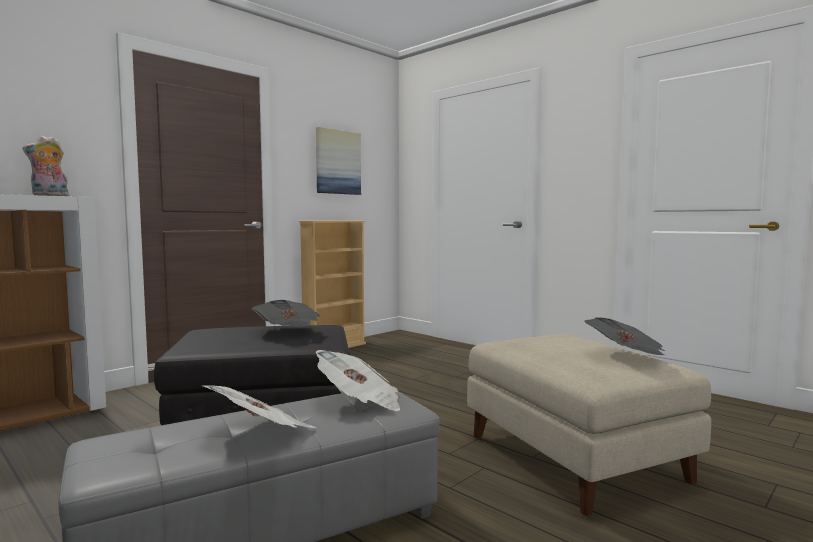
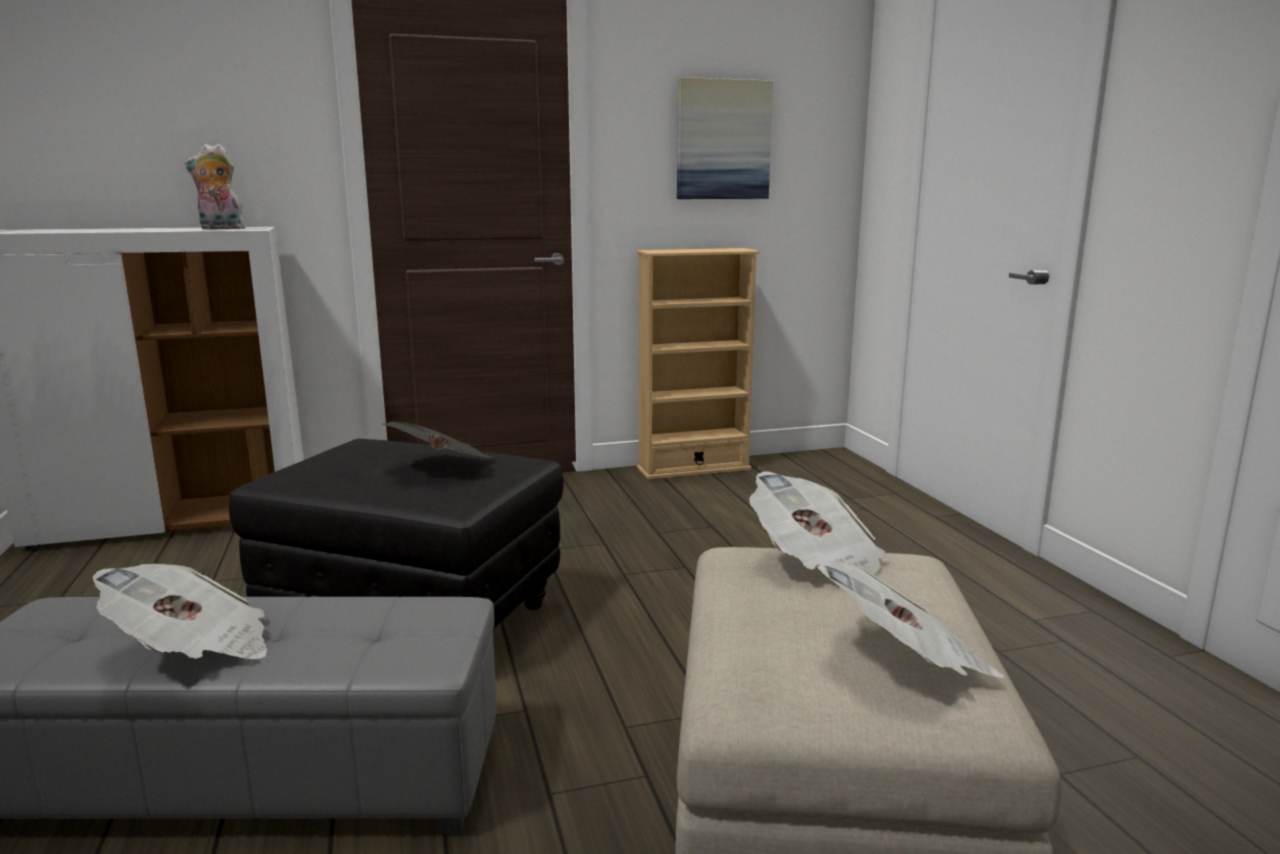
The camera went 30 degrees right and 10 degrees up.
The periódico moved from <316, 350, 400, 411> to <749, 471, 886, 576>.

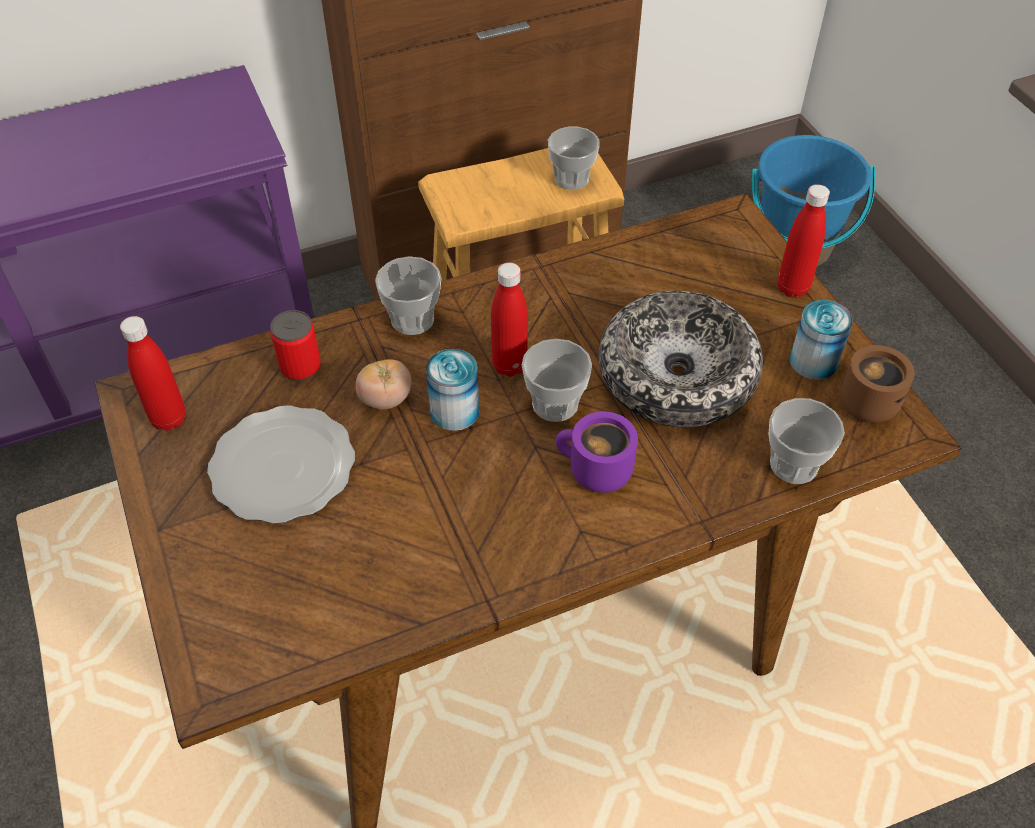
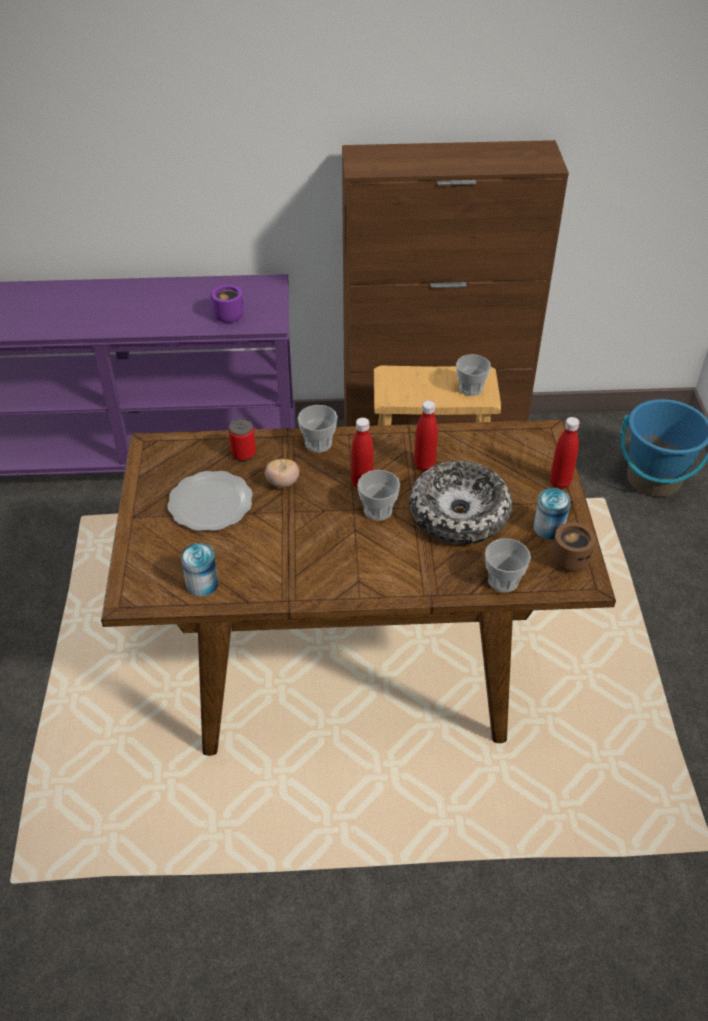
The camera went 20 degrees right and 5 degrees down.
The botella (rojo) moved from <120, 316, 186, 431> to <414, 400, 438, 472>.
The lata moved from <426, 349, 480, 431> to <181, 543, 219, 597>.
The taza grande (morado) moved from <556, 411, 638, 493> to <211, 285, 244, 323>.

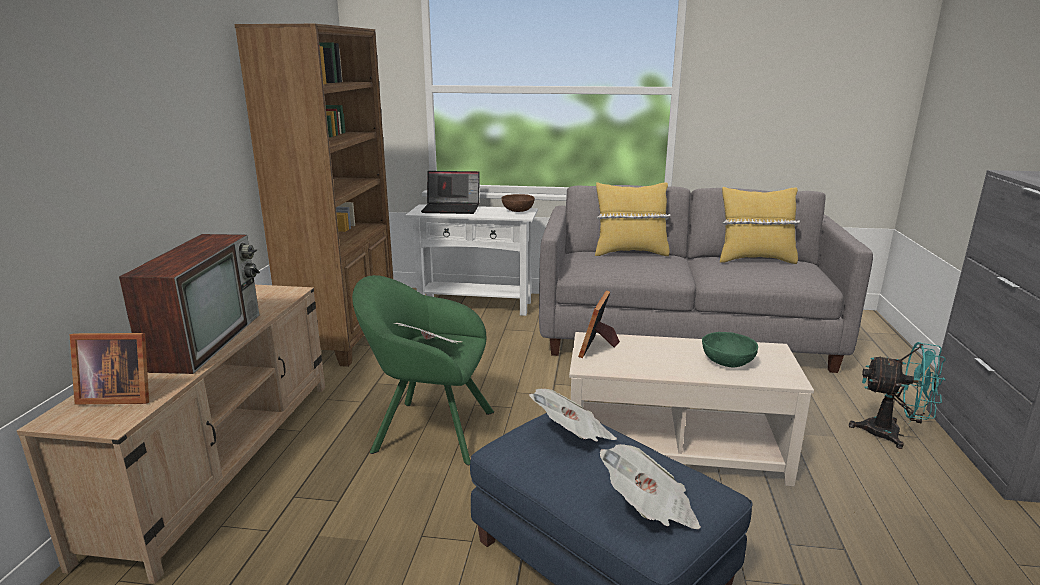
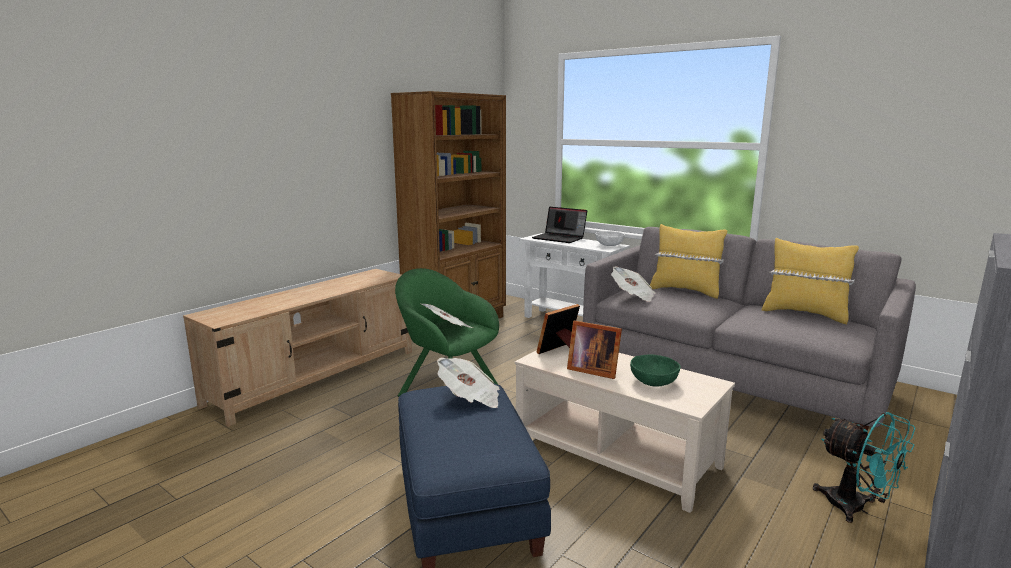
The camera went 30 degrees right and 5 degrees down.
The cuenco (marrón) at <501, 194, 535, 212> became the cuenco (blanco) at <595, 231, 625, 246>.
The televisor at <119, 234, 260, 374> disappeared.
The portarretratos moved from <70, 333, 149, 404> to <567, 321, 622, 379>.
The periódico moved from <600, 444, 701, 529> to <611, 266, 656, 302>.

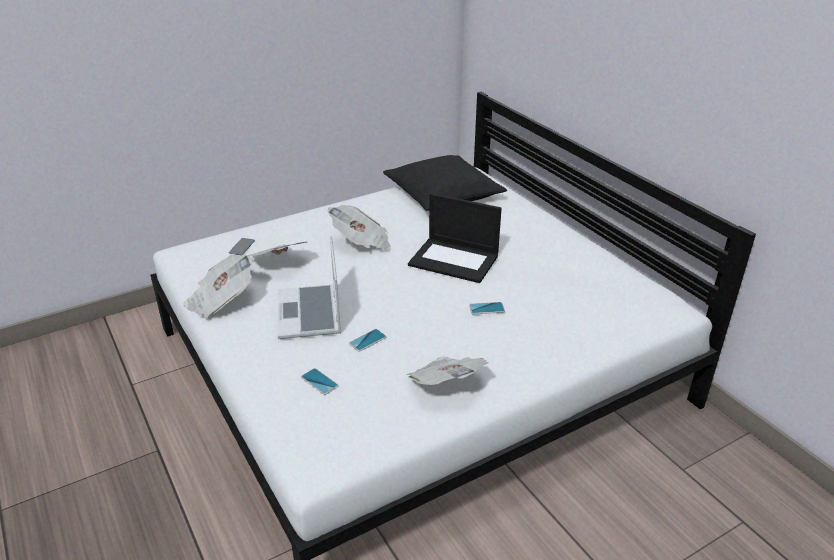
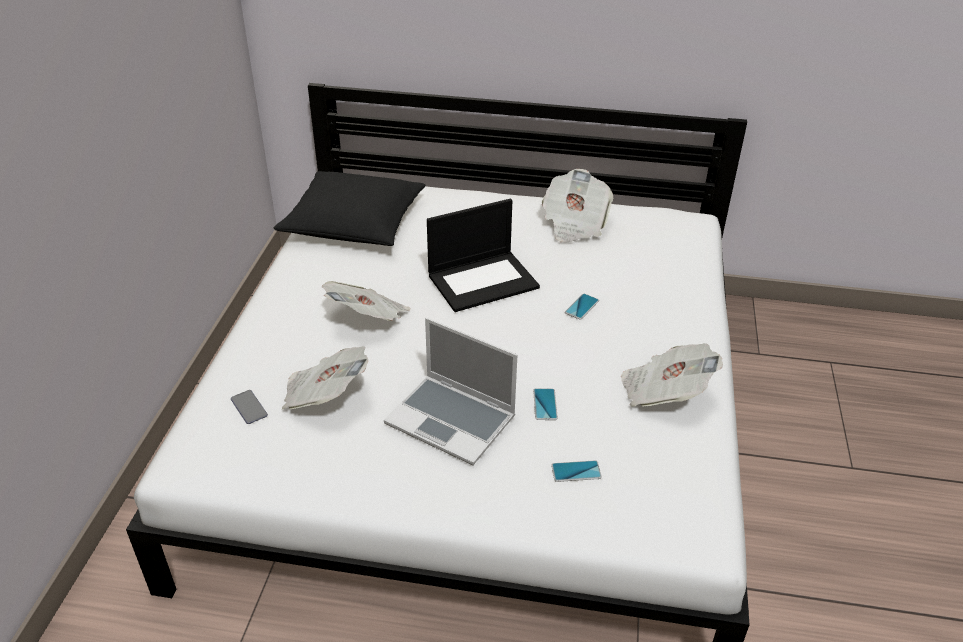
The camera went 50 degrees left and 5 degrees up.
The periódico moved from <183, 254, 253, 318> to <542, 169, 614, 242>.

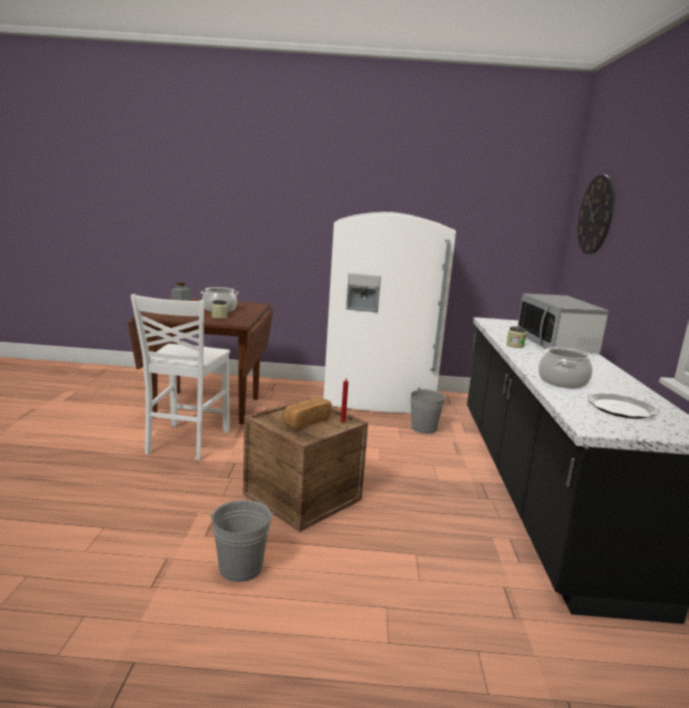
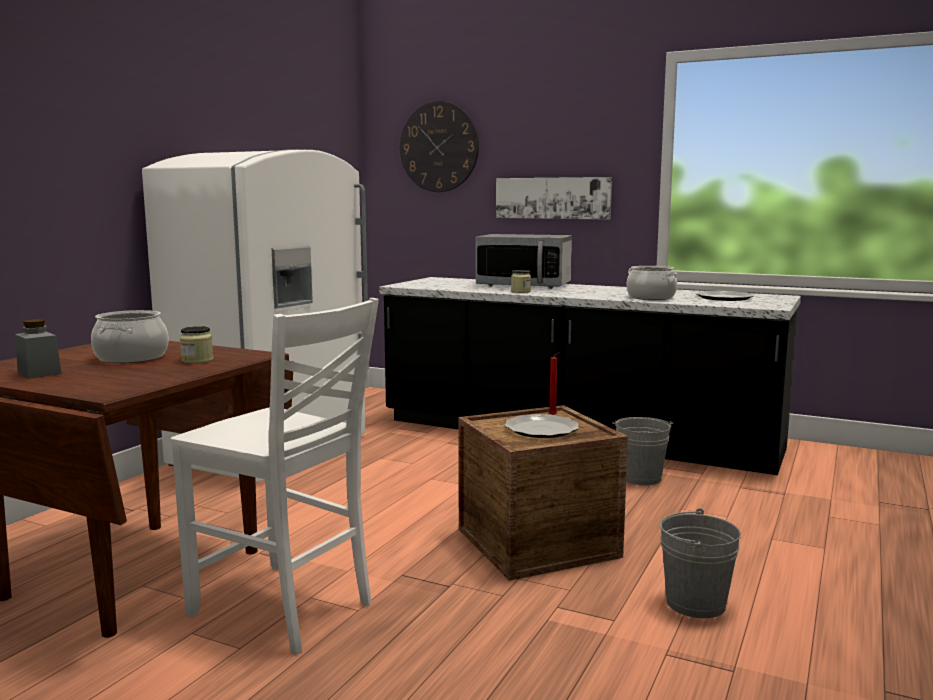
The camera went 65 degrees left and 5 degrees down.
The cubo (gris) moved from <410, 387, 445, 434> to <612, 417, 673, 485>.
The pan at <283, 397, 332, 429> was replaced by the plato at <505, 414, 579, 438>.
The cuadro at <496, 177, 612, 220> appeared.

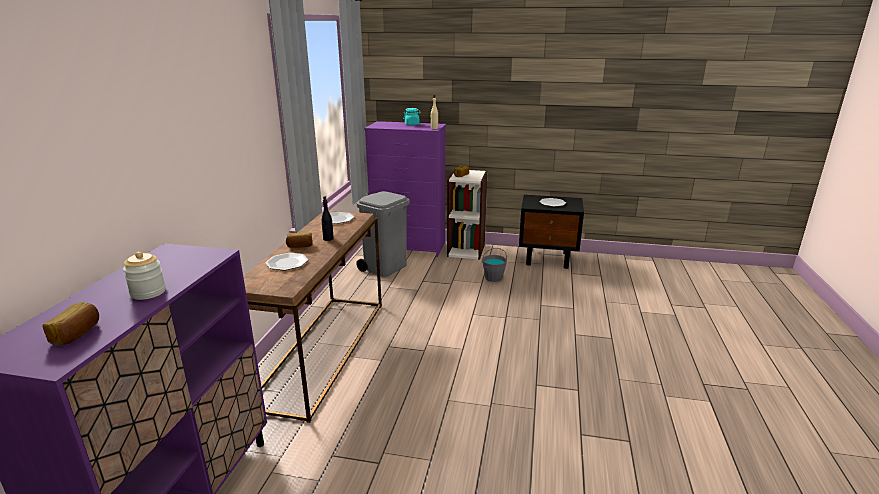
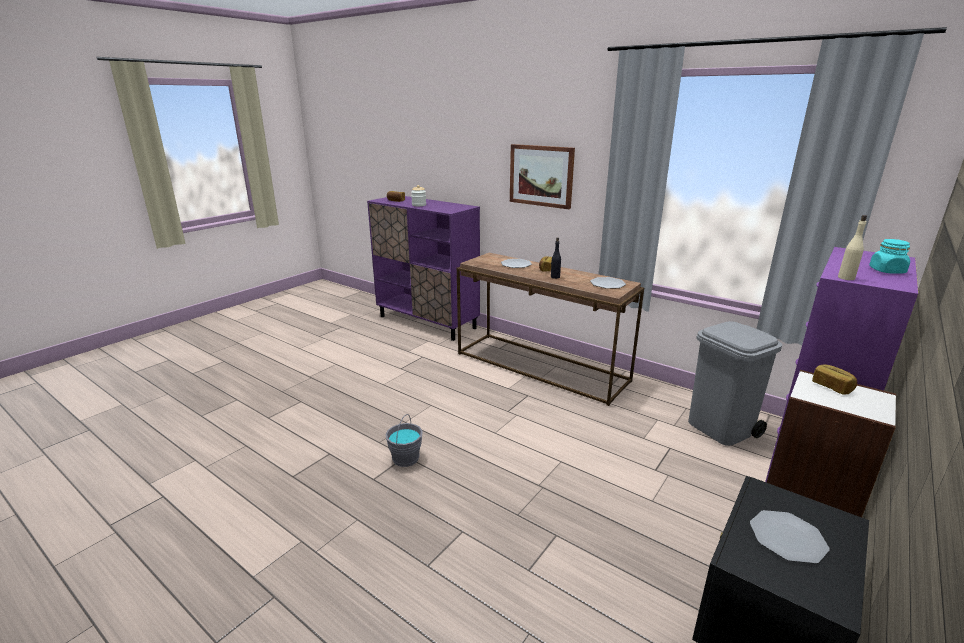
The camera went 115 degrees right and 0 degrees up.
The cubo (gris) moved from <482, 248, 507, 282> to <385, 414, 422, 467>.
The cuadro at <510, 144, 575, 209> appeared.

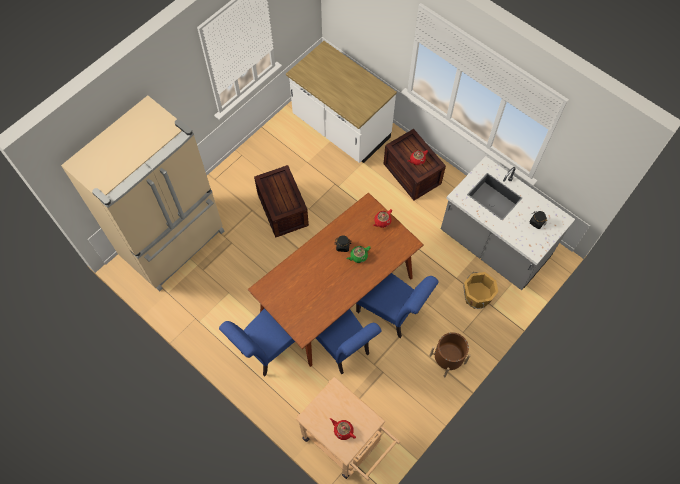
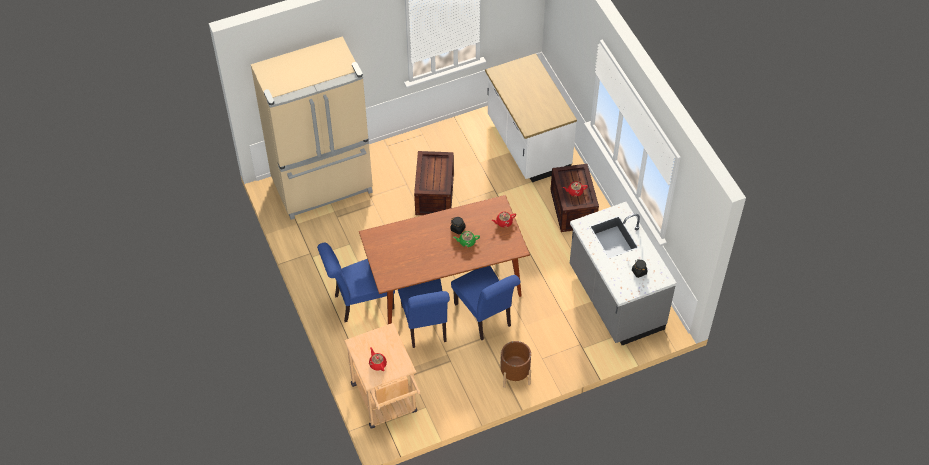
The camera went 25 degrees right and 10 degrees down.
The cubo (naranja) at <463, 272, 498, 309> disappeared.

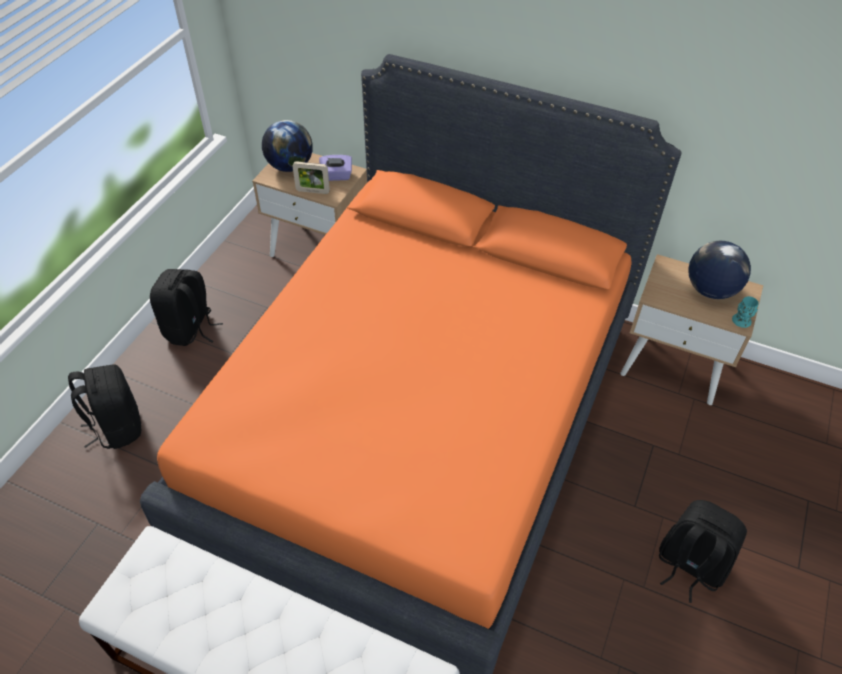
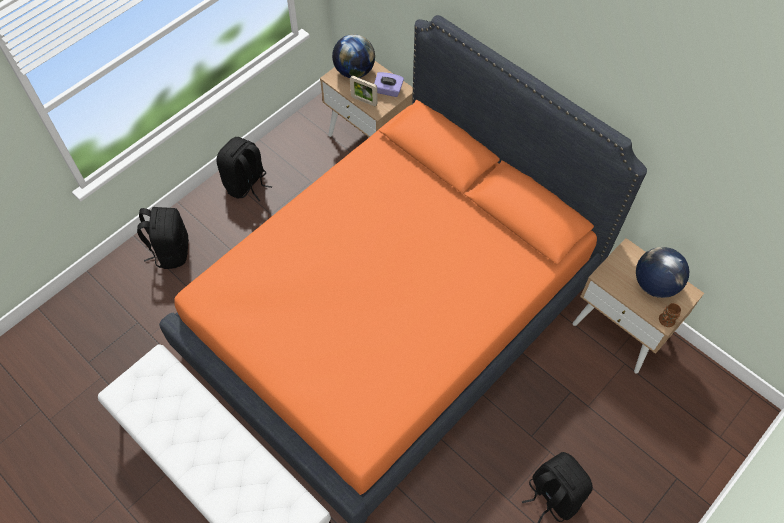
The camera went 20 degrees right and 10 degrees up.
The taza grande (turquesa) at <732, 296, 759, 328> became the taza grande (marrón) at <659, 303, 681, 327>.

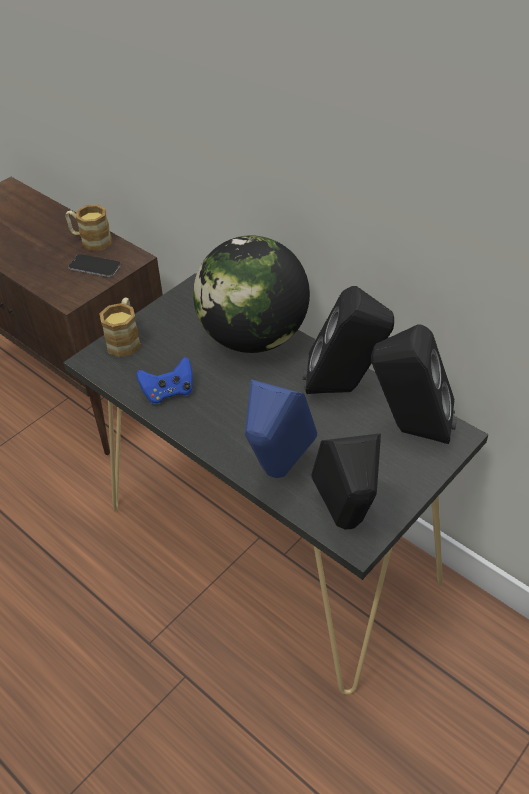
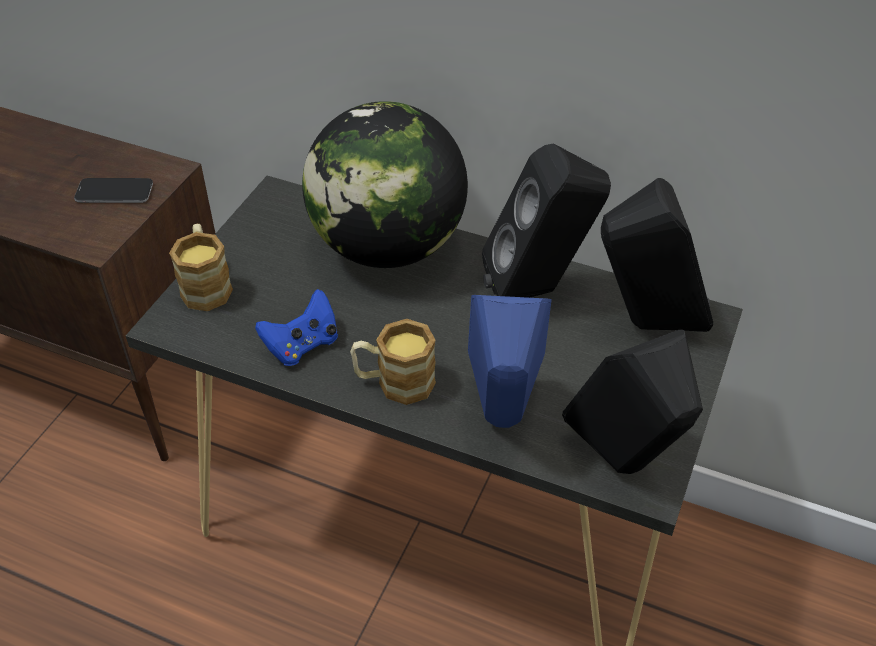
The camera went 20 degrees left and 0 degrees up.
The taza grande moved from <66, 204, 112, 251> to <350, 319, 436, 405>.

